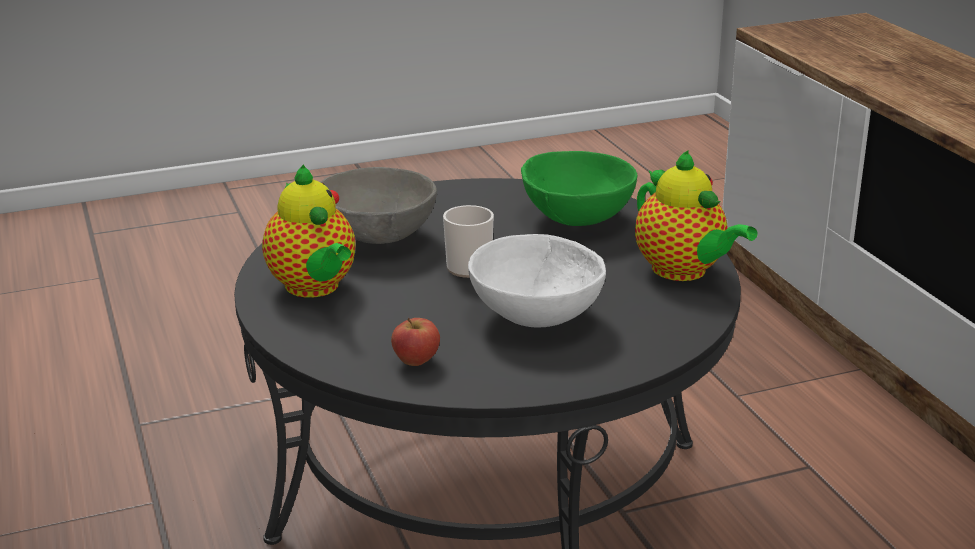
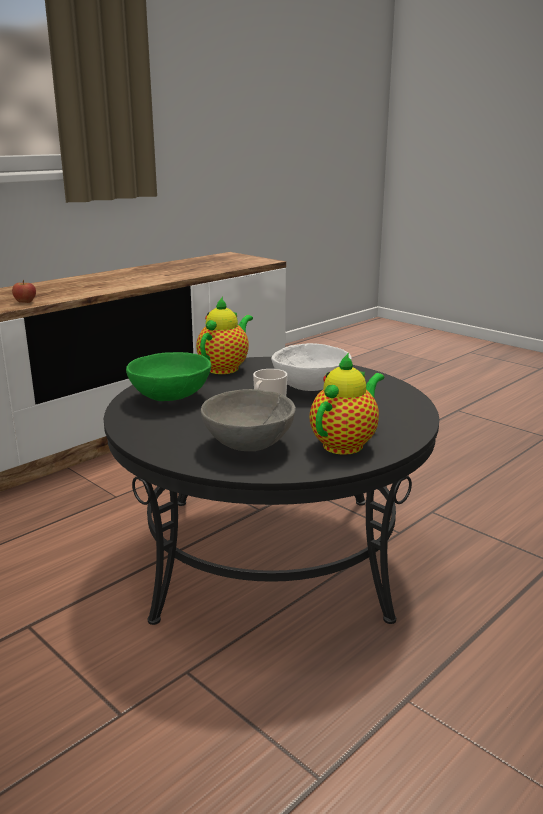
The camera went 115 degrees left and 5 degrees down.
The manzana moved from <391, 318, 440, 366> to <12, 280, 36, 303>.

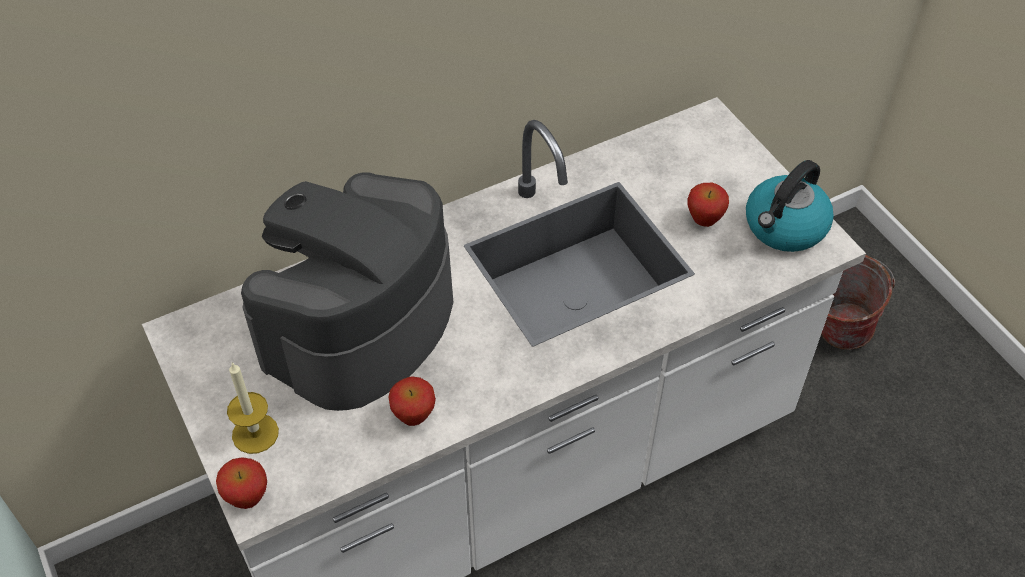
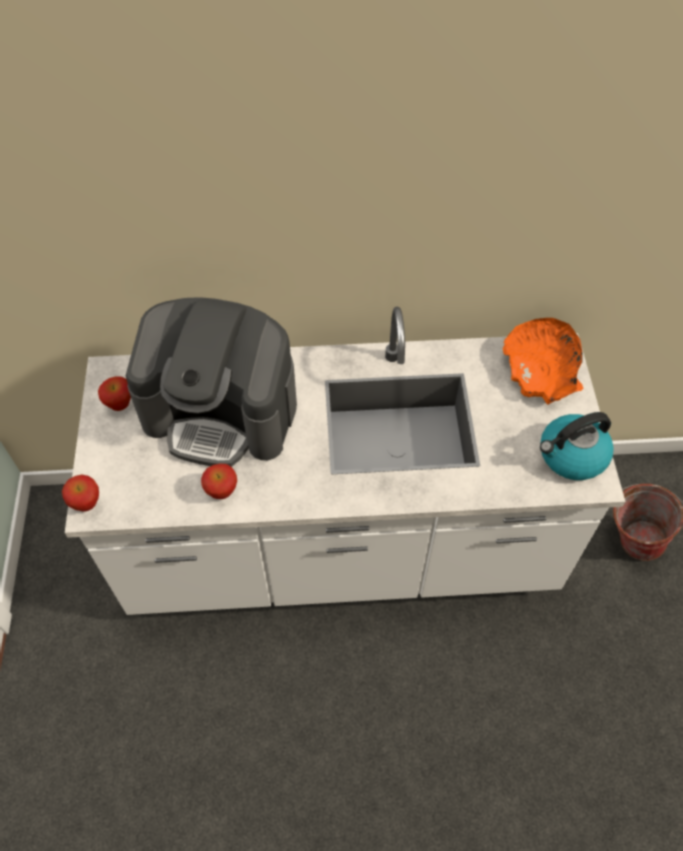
The camera went 25 degrees right and 5 degrees up.
The cafetera at <241, 172, 454, 411> turned 135 degrees counterclockwise.
The manzana moved from <687, 183, 729, 227> to <98, 377, 131, 411>.
The vela at <227, 362, 279, 454> disappeared.
The cuenco (naranja) at <503, 318, 583, 405> appeared.

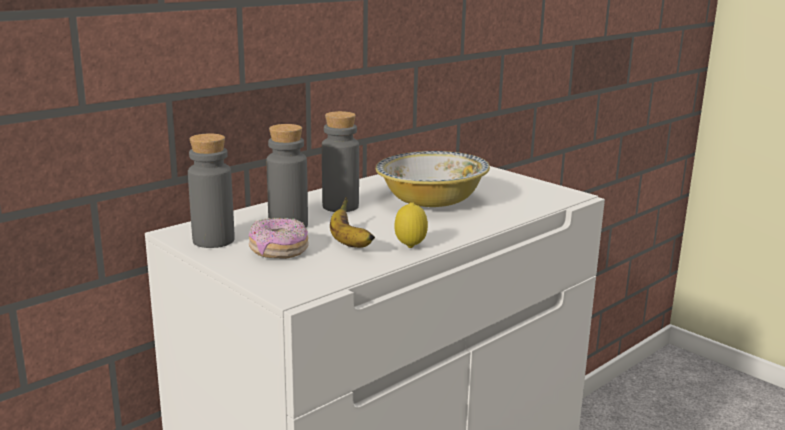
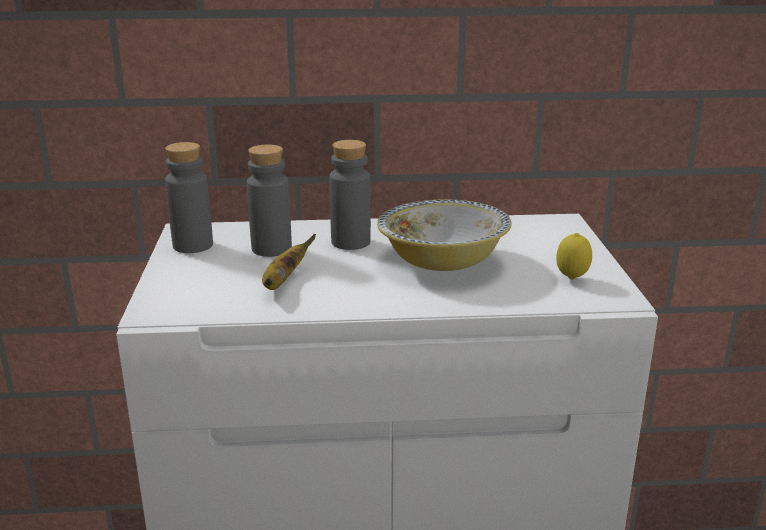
The camera went 40 degrees right and 5 degrees up.
The limón moved from <394, 202, 428, 248> to <556, 233, 592, 280>.
The rosquilla at <248, 218, 309, 259> disappeared.

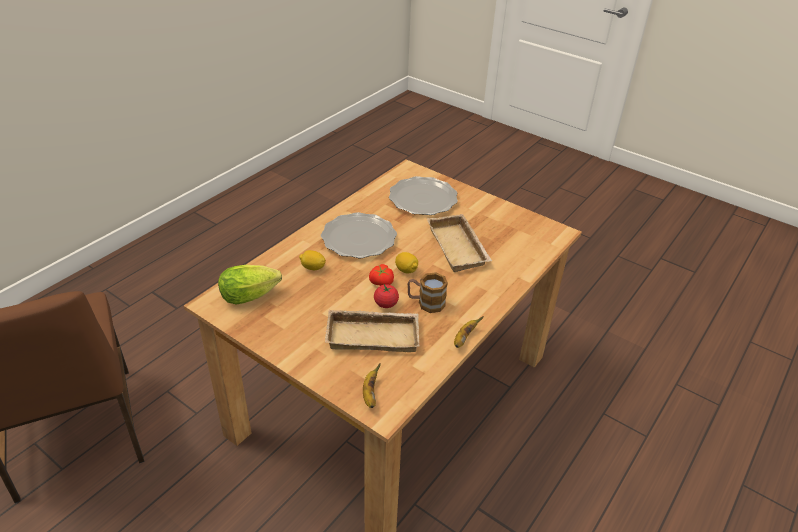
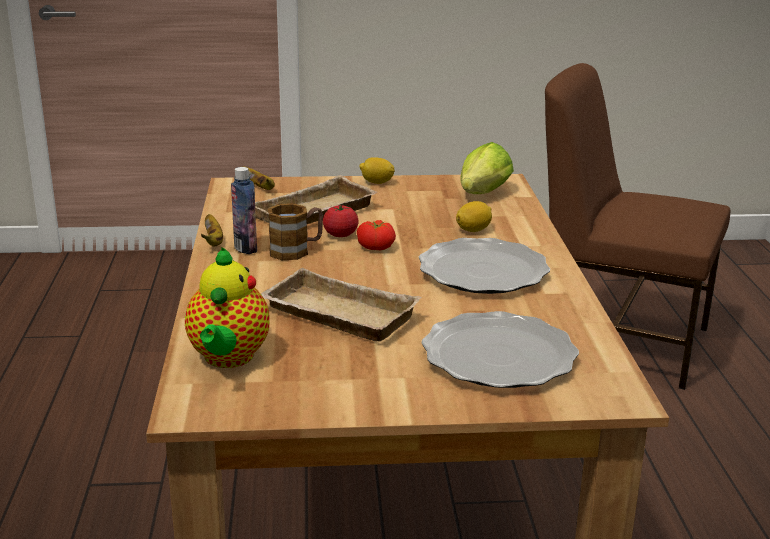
The camera went 140 degrees right and 15 degrees down.
The limón moved from <395, 252, 418, 274> to <359, 157, 395, 184>.
The botella at <231, 167, 257, 254> appeared.
The tetera at <185, 247, 270, 368> appeared.

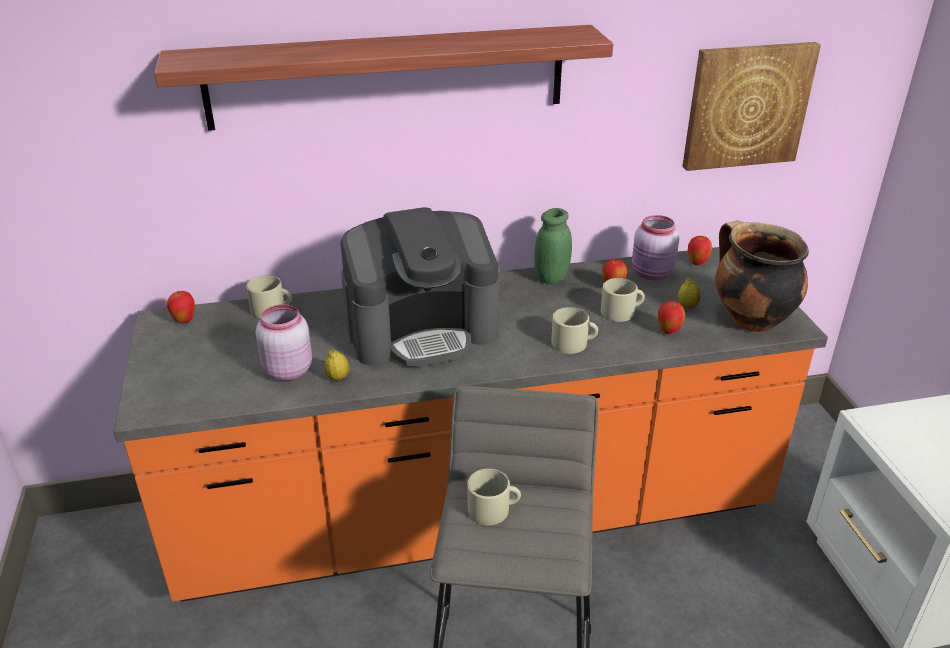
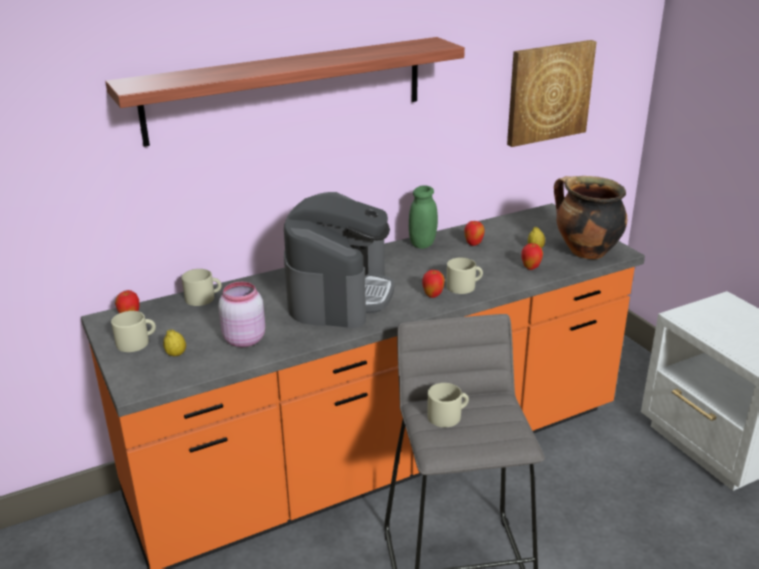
The camera went 15 degrees left and 5 degrees down.
The cafetera at <340, 207, 500, 367> turned 45 degrees counterclockwise.
The tarro (rosa) at <632, 215, 679, 280> disappeared.
The manzana moved from <688, 236, 713, 265> to <422, 270, 445, 298>.
The taza grande (beis) moved from <601, 278, 645, 322> to <111, 311, 156, 352>.
The limón moved from <324, 349, 350, 380> to <163, 329, 186, 356>.

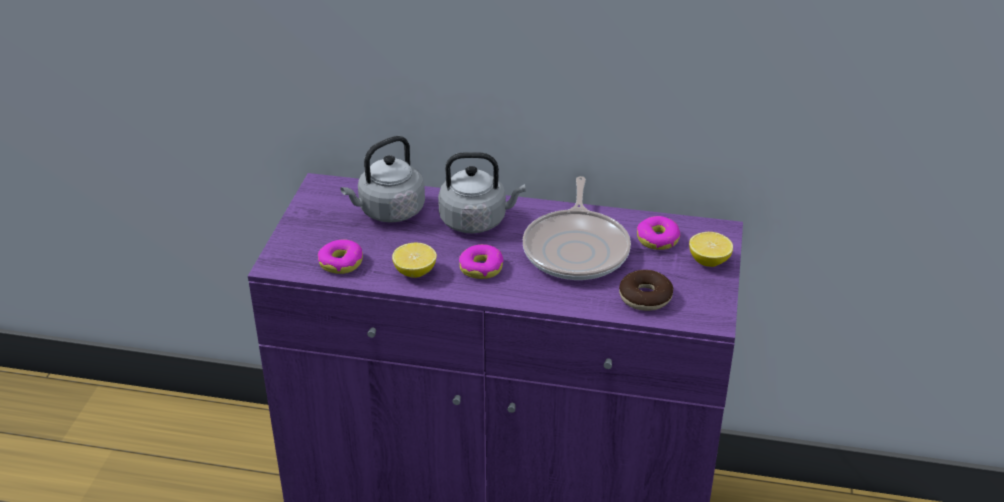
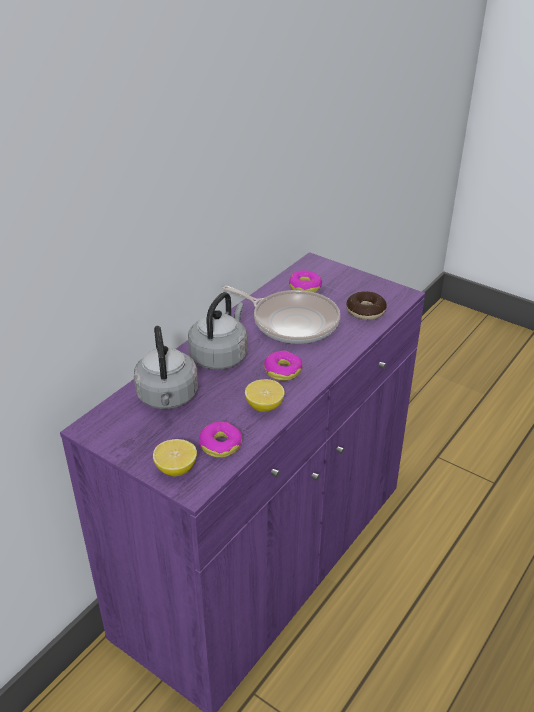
The camera went 65 degrees left and 0 degrees up.
The limón moved from <689, 232, 733, 267> to <153, 439, 197, 477>.

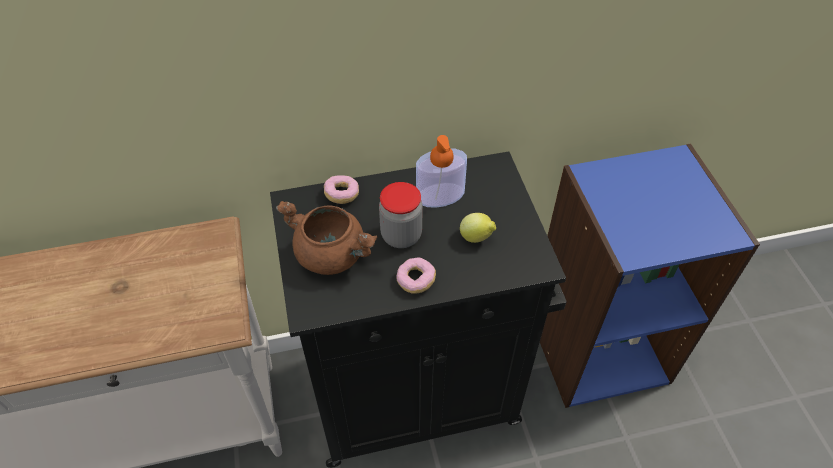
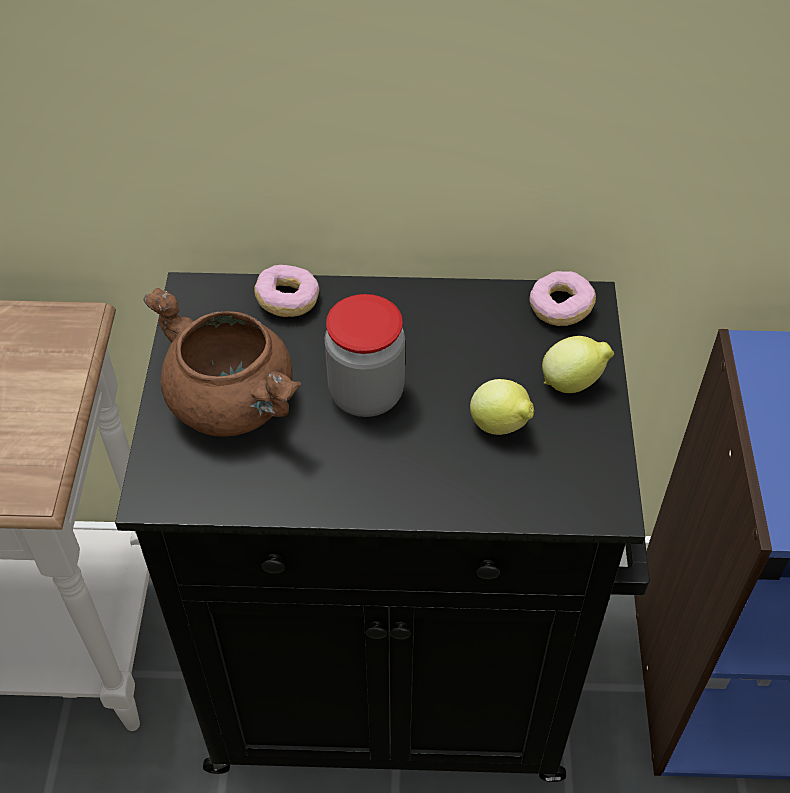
The camera went 15 degrees right and 0 degrees up.
The dispensador de jabón at <416, 135, 467, 208> disappeared.
The rosquilla moved from <396, 257, 436, 294> to <529, 271, 596, 326>.
The limón at <542, 336, 614, 393> appeared.

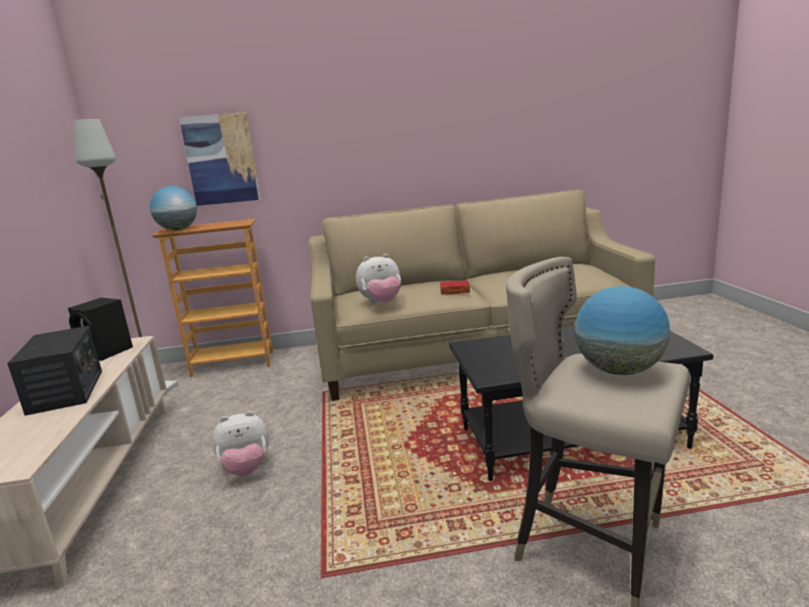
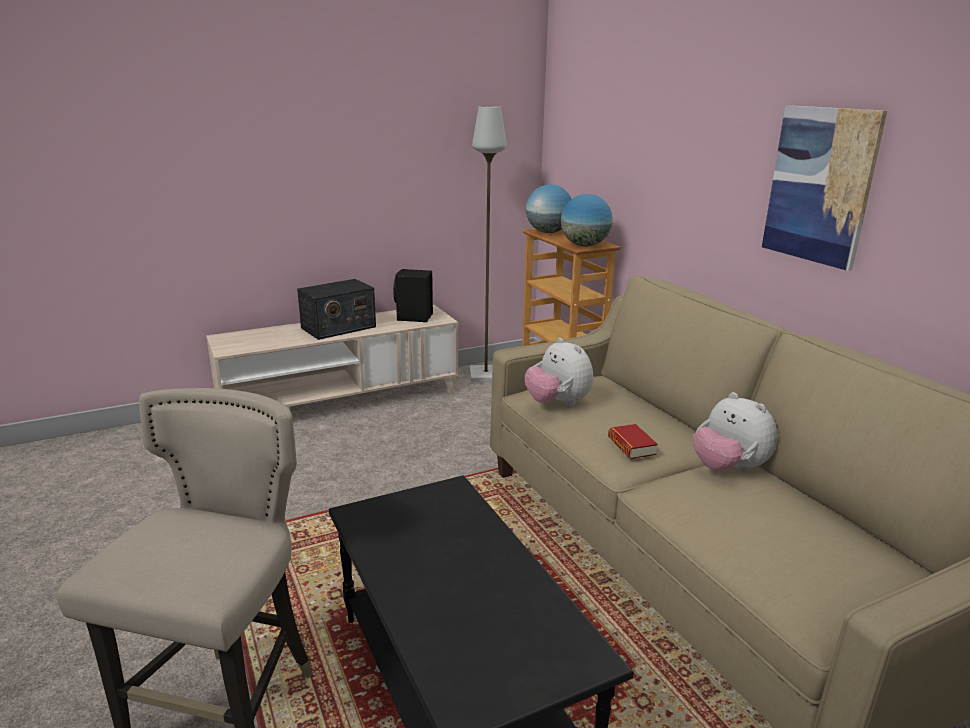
The camera went 70 degrees right and 5 degrees up.
The cuadro moved from <179, 112, 261, 206> to <762, 105, 887, 271>.
The globo terráqueo moved from <575, 286, 670, 375> to <561, 194, 613, 246>.
The peluche moved from <212, 411, 269, 476> to <693, 392, 778, 472>.

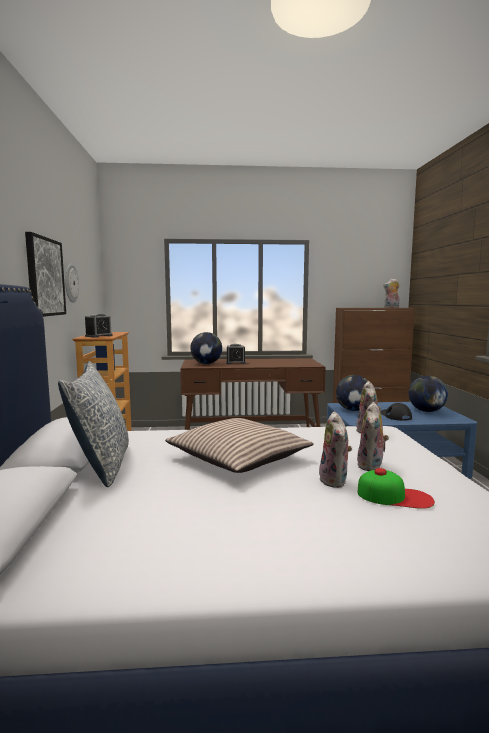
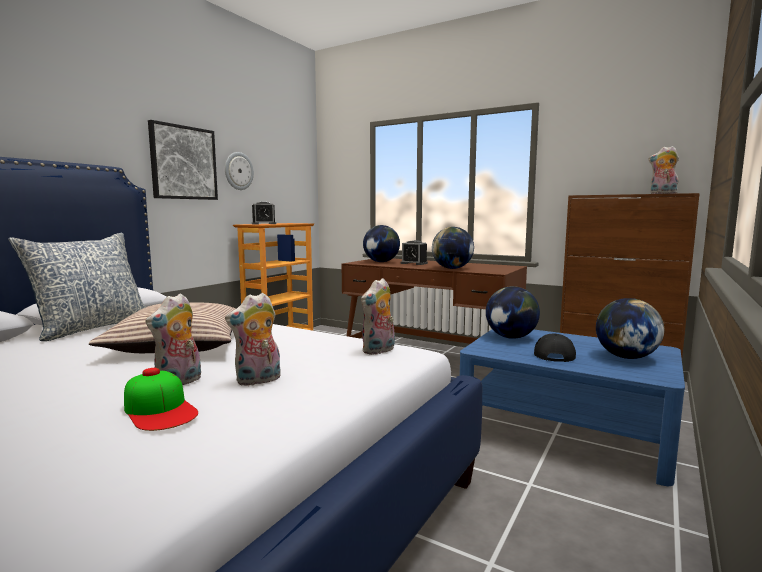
The camera went 35 degrees right and 0 degrees up.
The globo terráqueo at <432, 227, 474, 269> appeared.

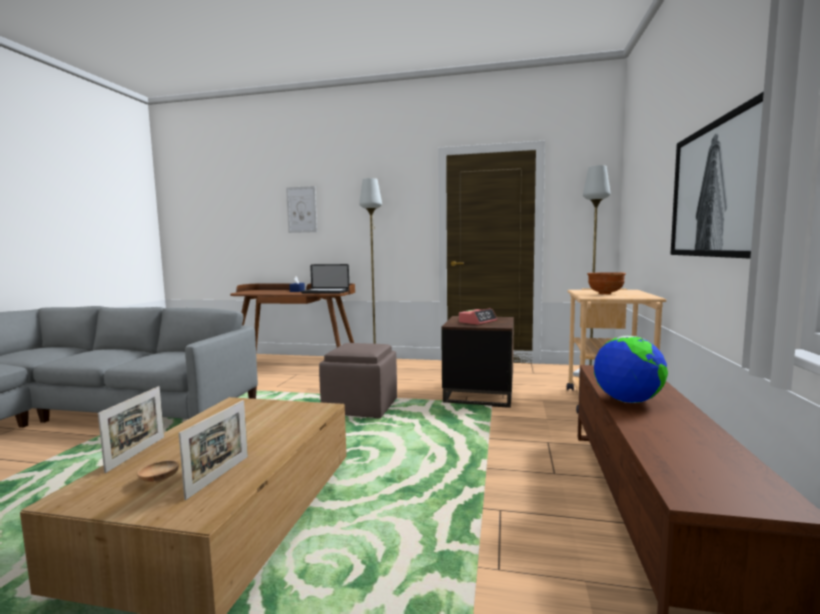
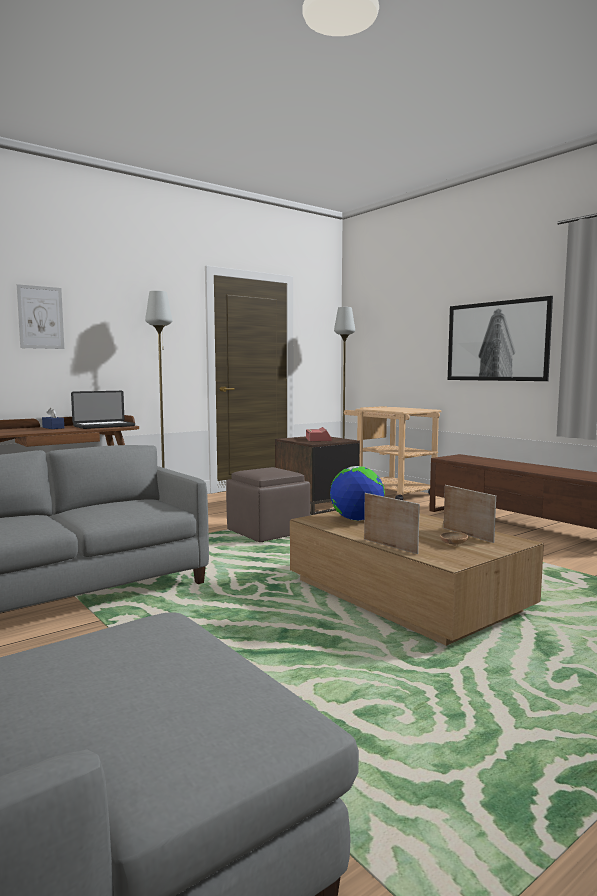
The camera went 50 degrees left and 0 degrees up.
The cuenco (marrón) at <587, 272, 626, 295> disappeared.
The globo terráqueo moved from <594, 336, 668, 403> to <330, 466, 385, 521>.

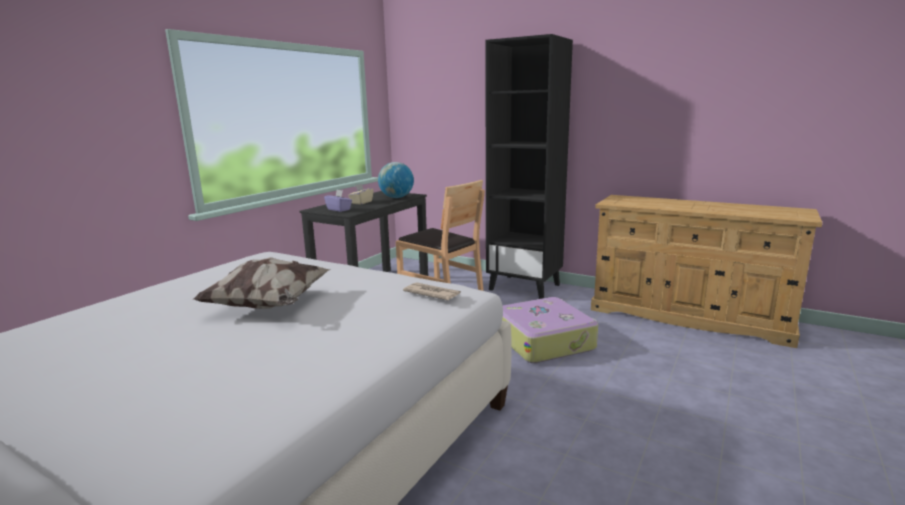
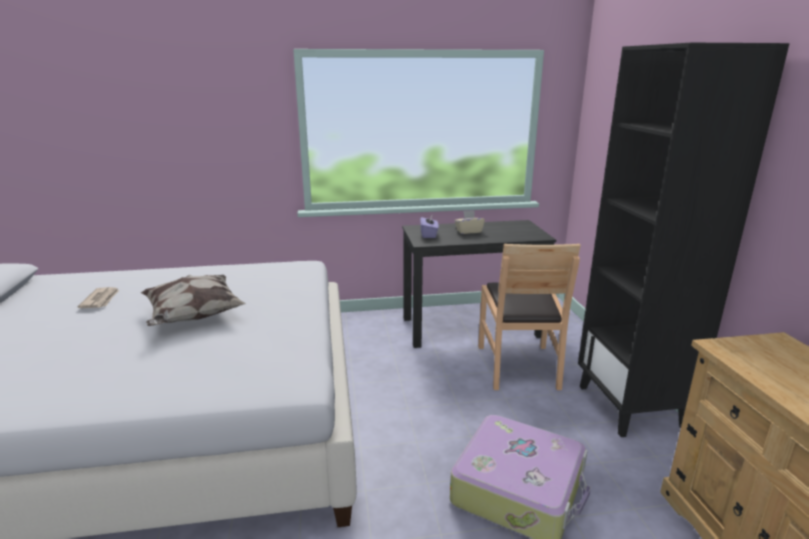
The camera went 50 degrees right and 5 degrees up.
The globo terráqueo at <378, 162, 414, 198> disappeared.
The periódico moved from <403, 282, 461, 300> to <78, 287, 120, 308>.

